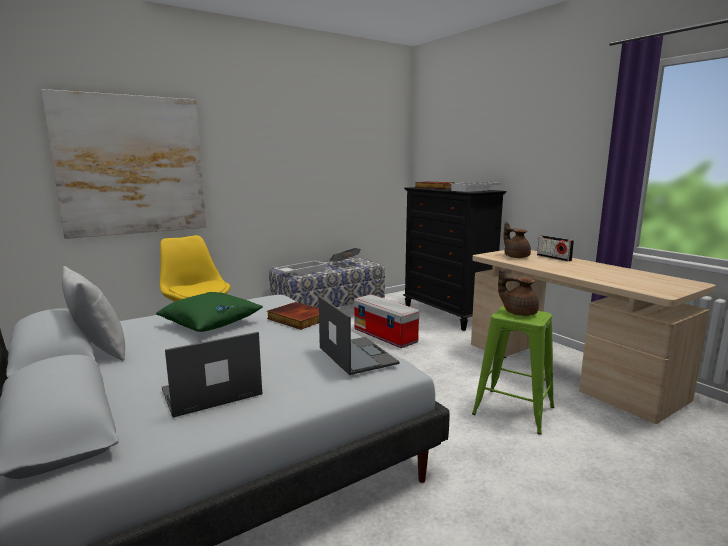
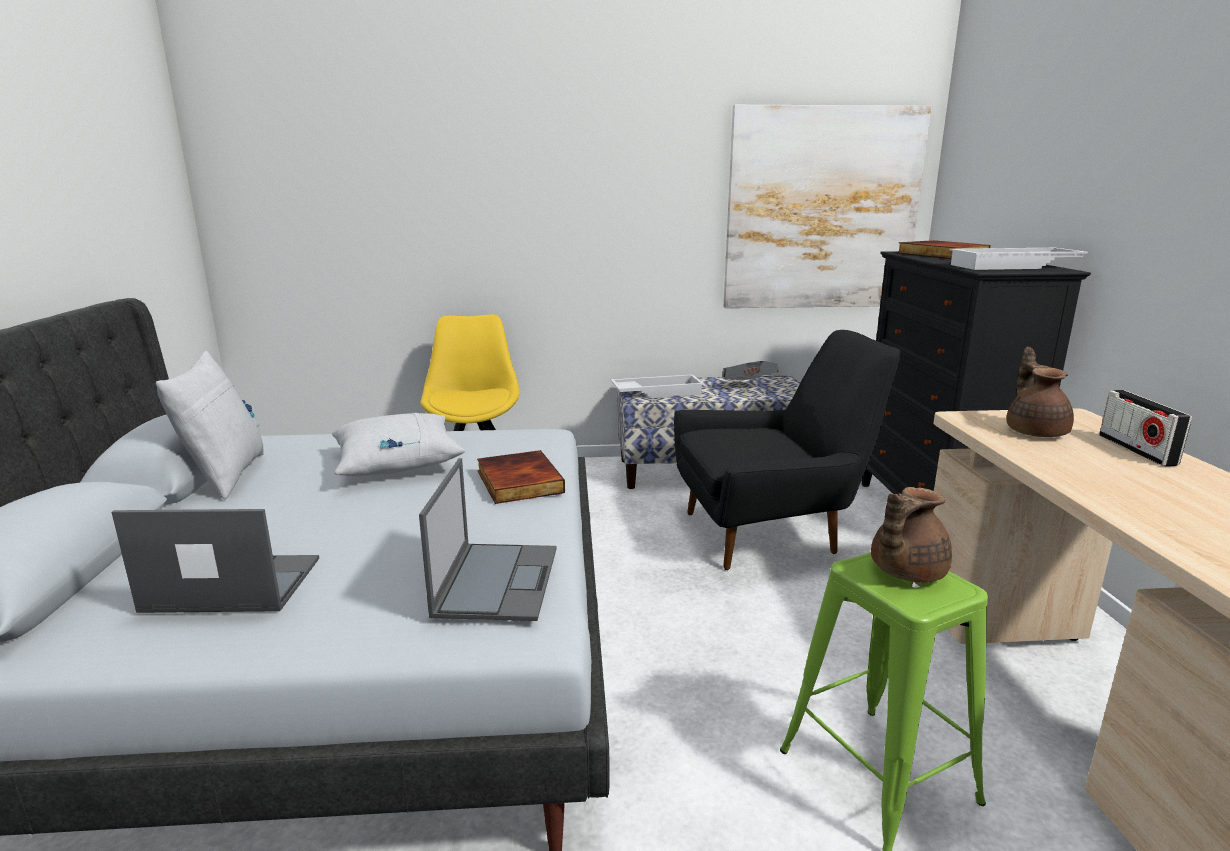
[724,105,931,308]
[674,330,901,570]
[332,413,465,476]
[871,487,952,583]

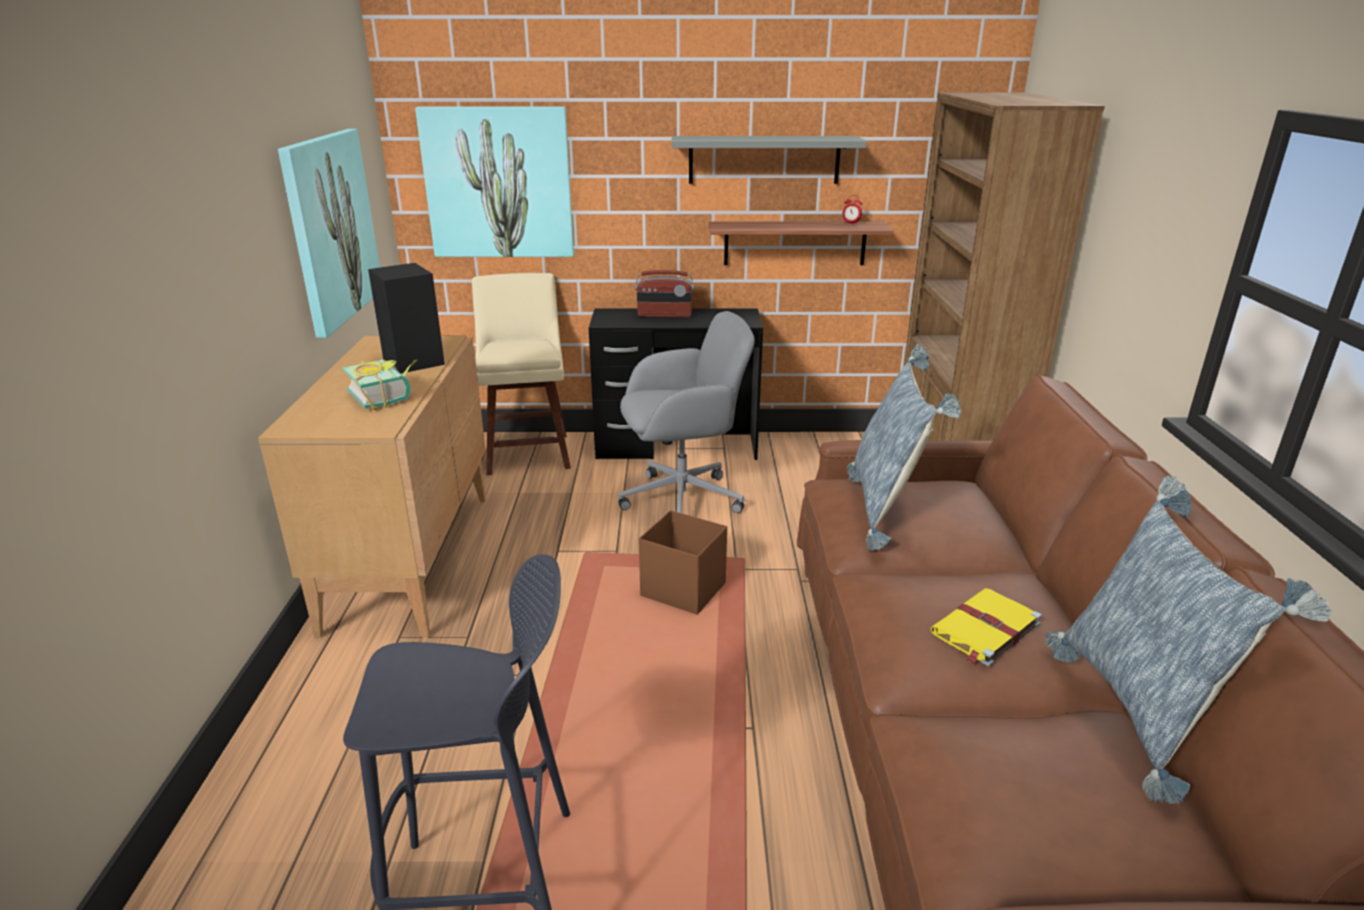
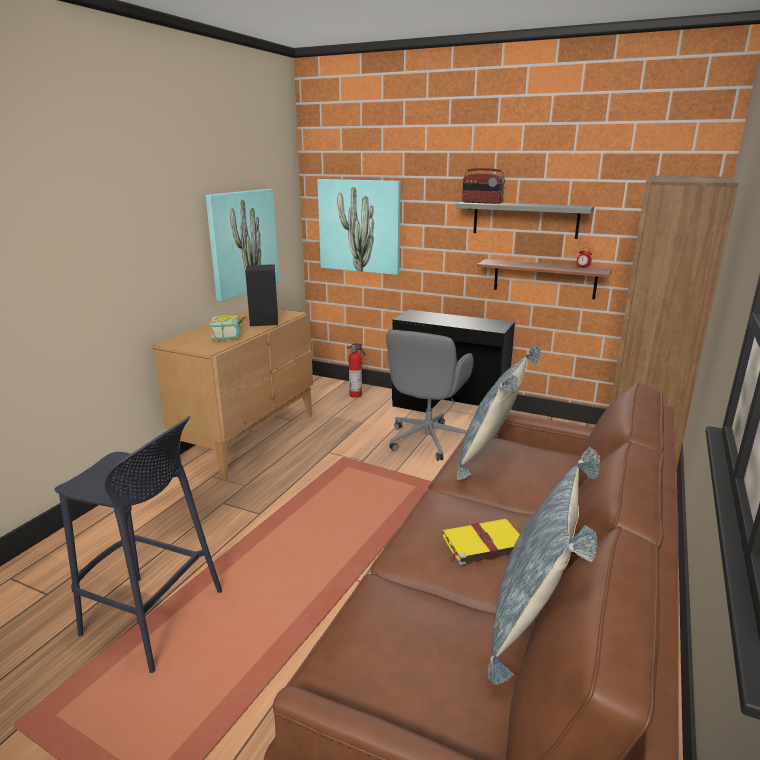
[639,510,727,615] (first image)
[462,168,505,204]
[347,343,365,398]
[386,330,474,461]

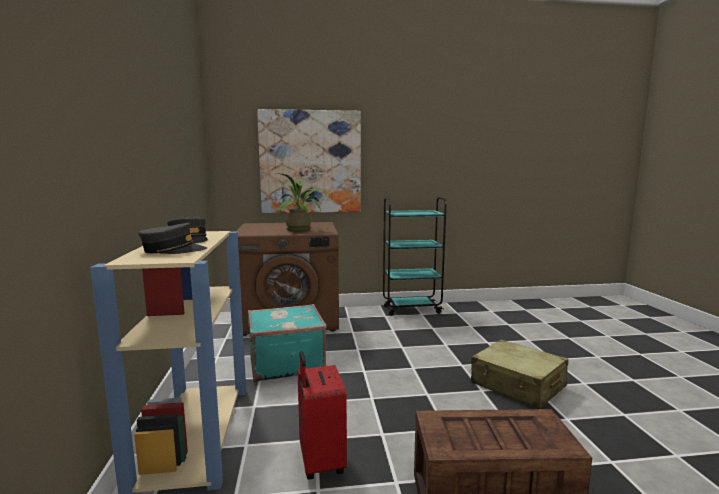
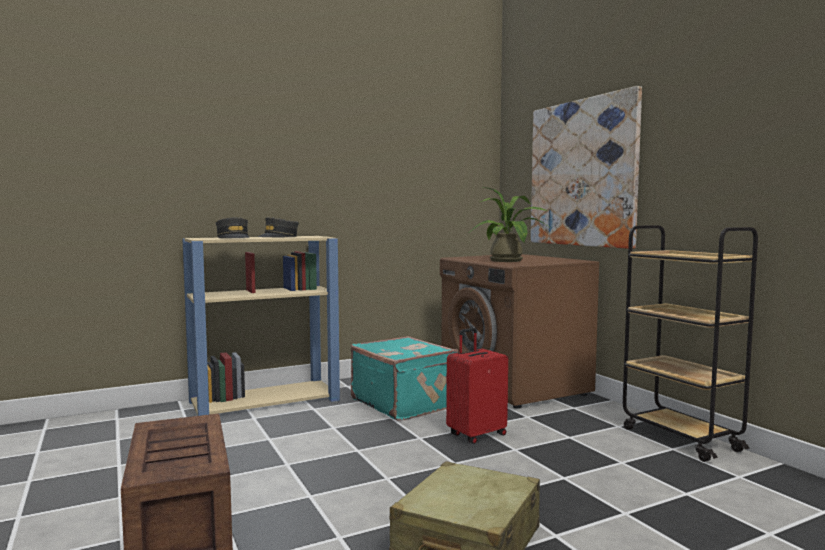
[446,328,508,444]
[623,225,758,462]

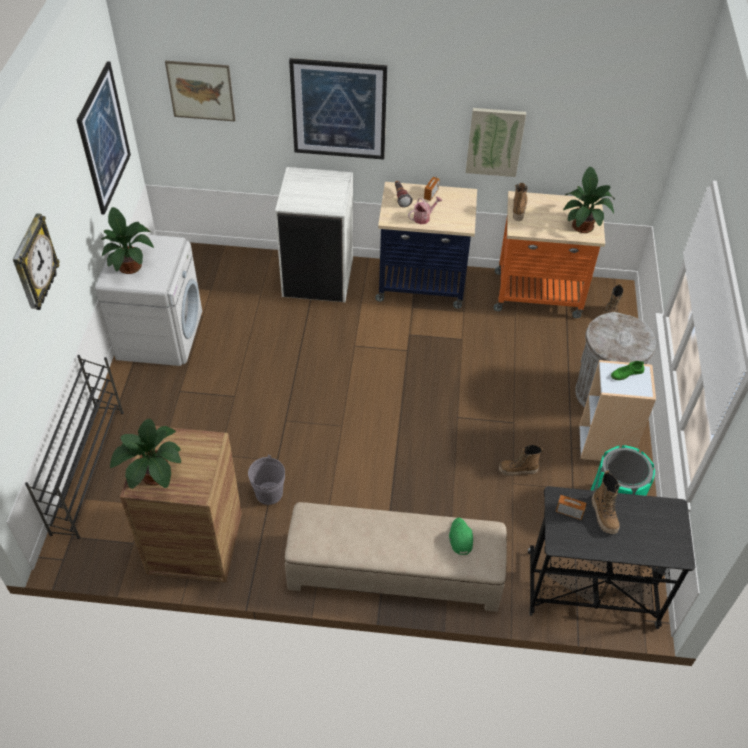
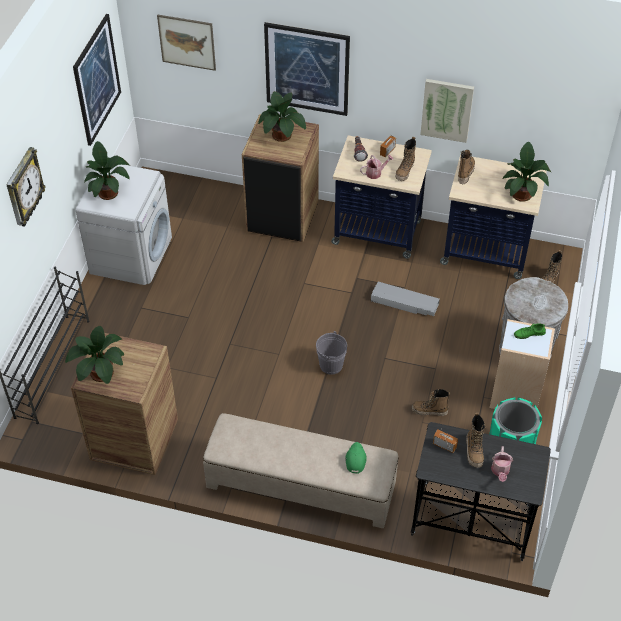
[258,91,306,142]
[371,282,440,316]
[395,137,416,181]
[491,446,513,482]
[316,331,347,374]
[242,114,319,242]
[440,154,547,279]

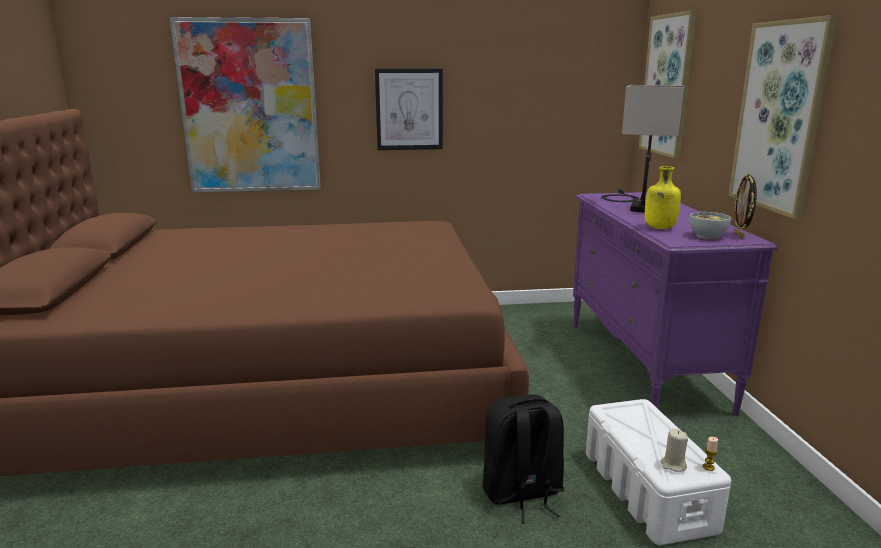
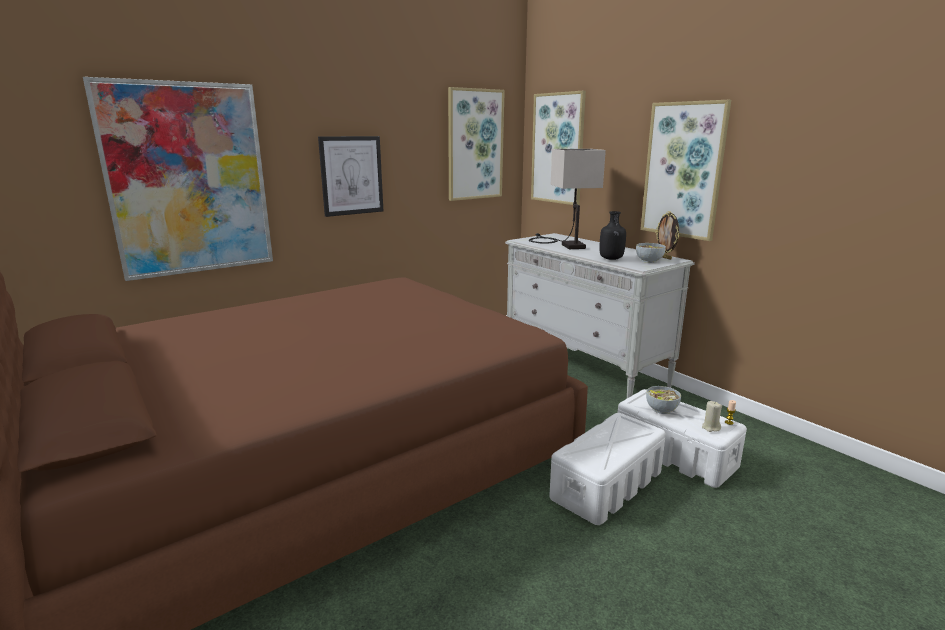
[448,87,505,201]
[646,386,681,414]
[549,413,666,525]
[505,233,695,398]
[599,211,626,260]

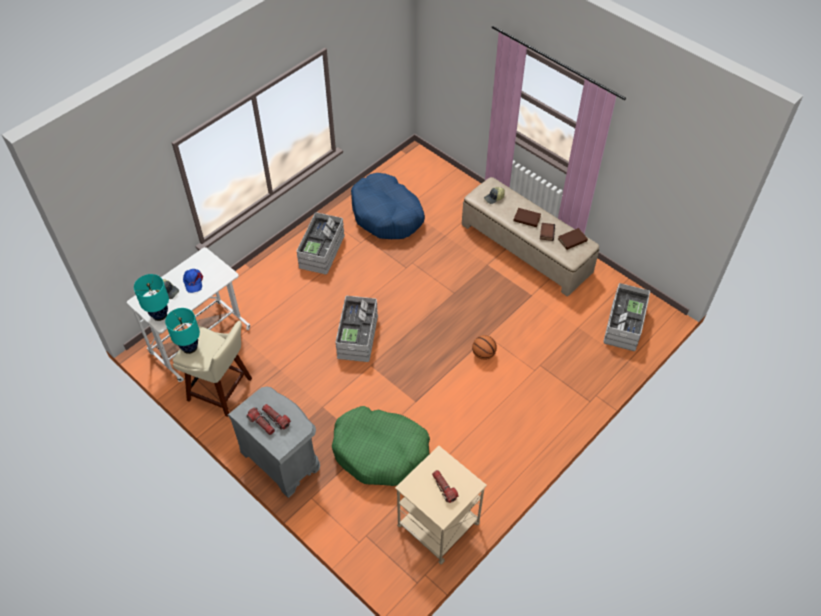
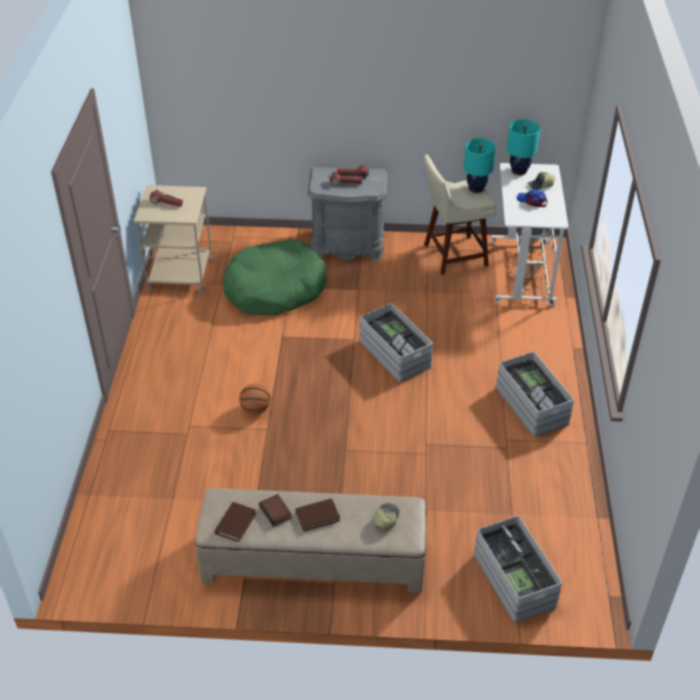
[351,173,425,239] (first image)
[474,516,562,623]

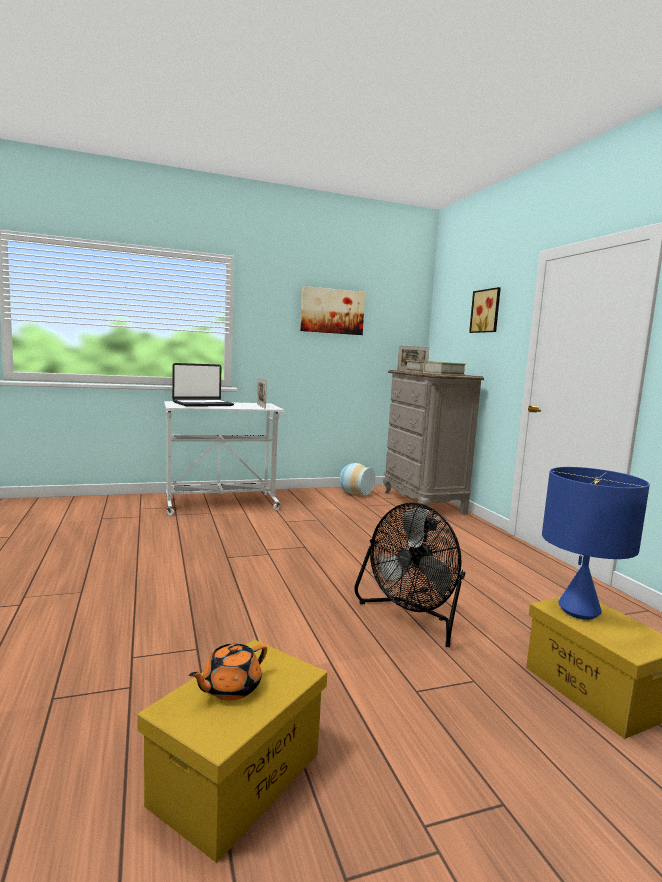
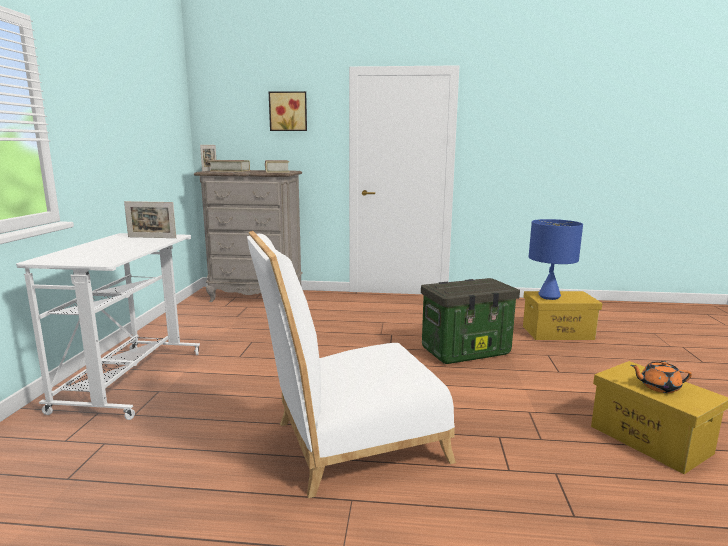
[172,363,234,407] (first image)
[300,286,365,335] (first image)
[339,463,376,495] (first image)
[247,231,456,498]
[421,278,520,364]
[631,361,692,393]

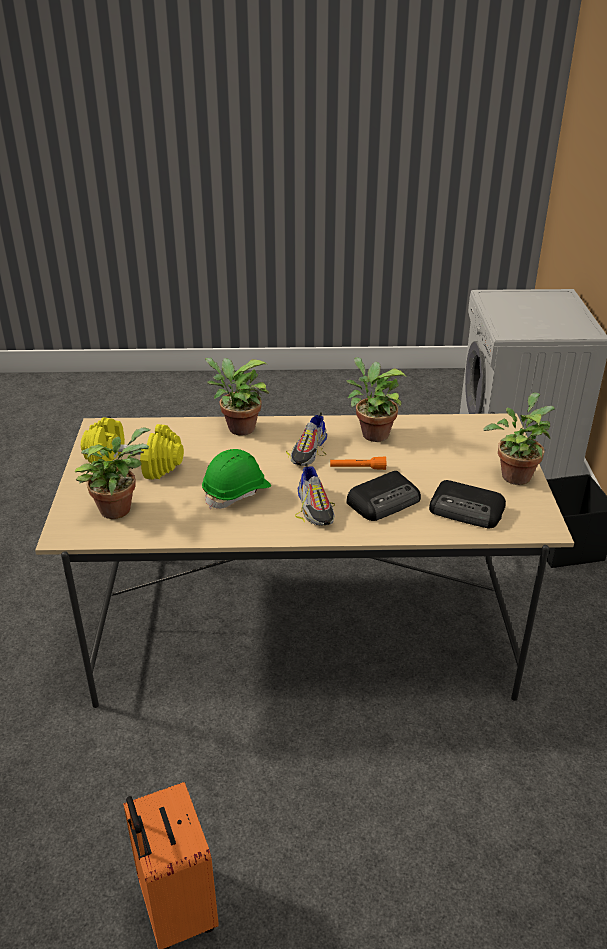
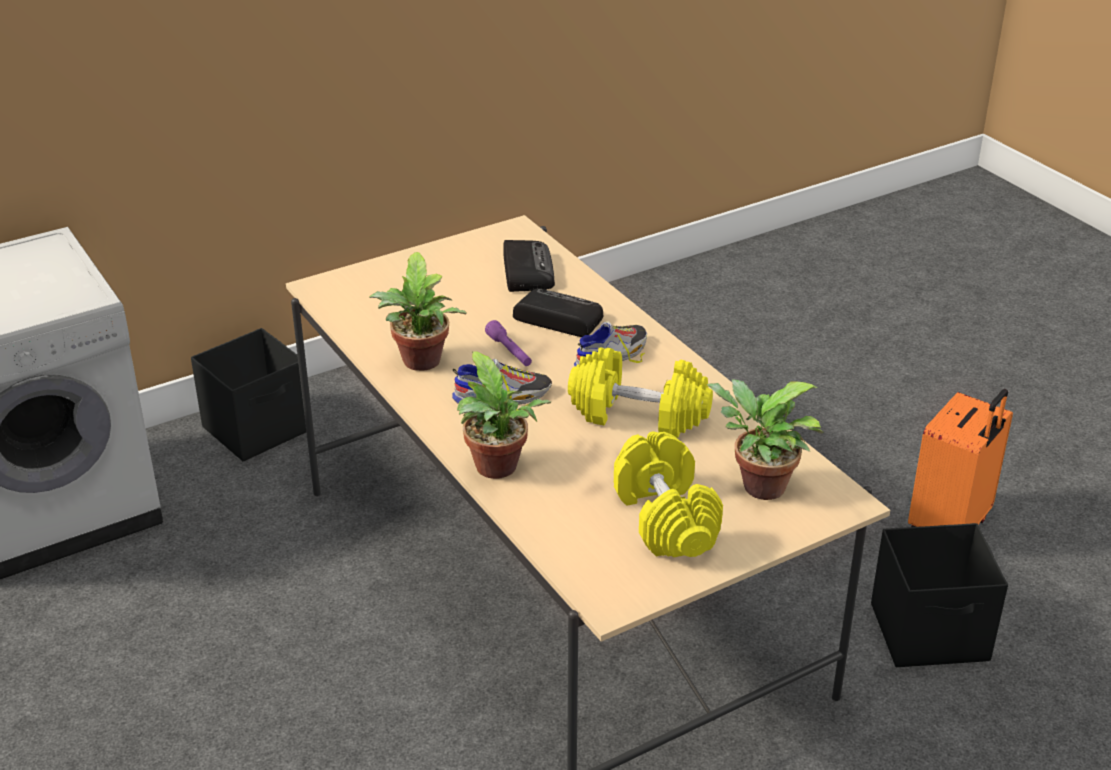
[484,393,555,485] (first image)
[871,523,1008,667]
[568,347,713,438]
[485,320,532,366]

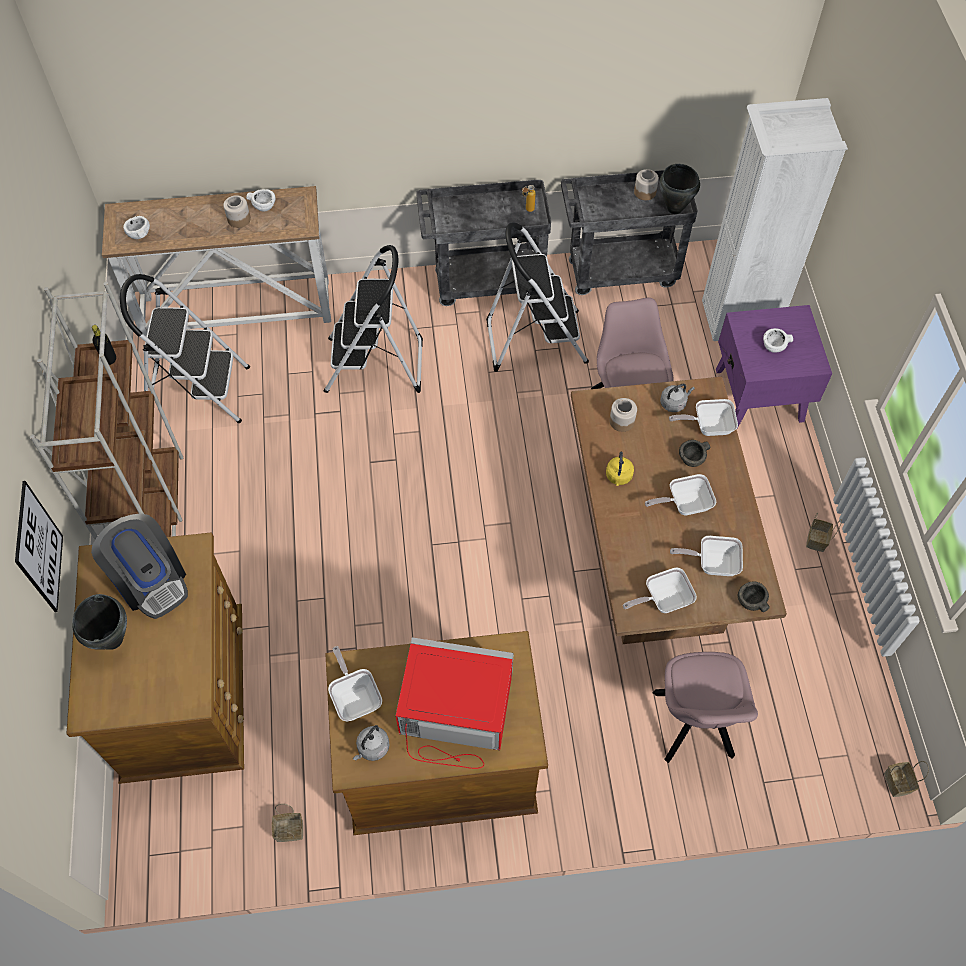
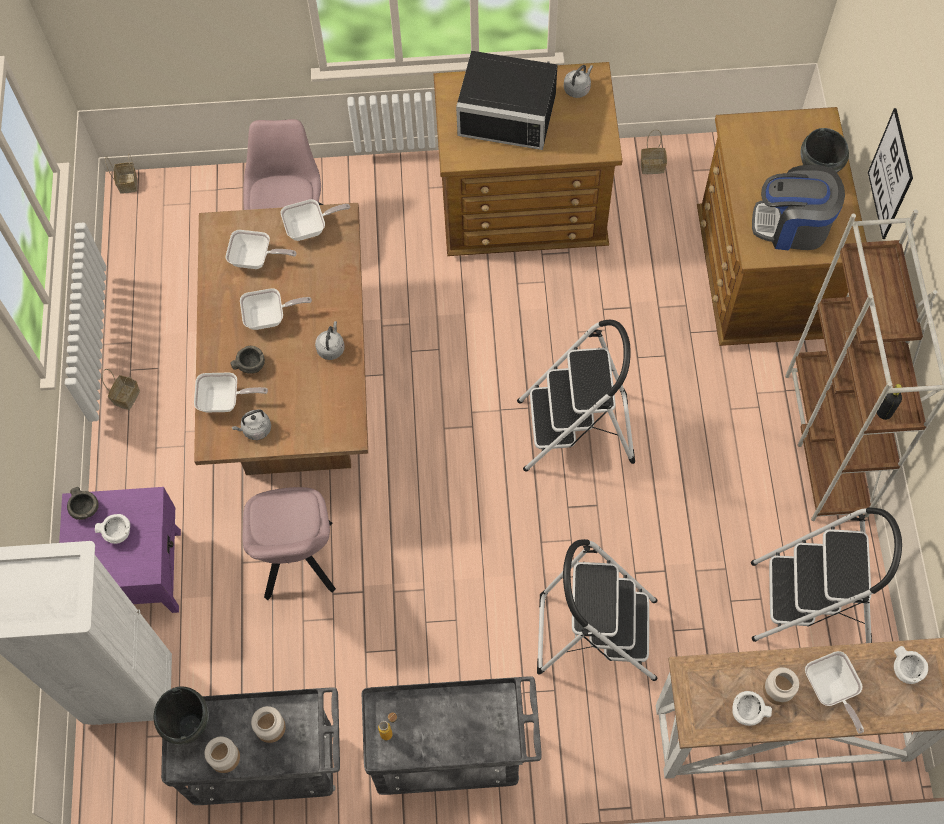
[805,651,864,734]
[517,320,635,472]
[251,706,286,743]
[67,487,99,520]
[456,51,557,150]
[315,321,345,360]
[752,165,845,250]

